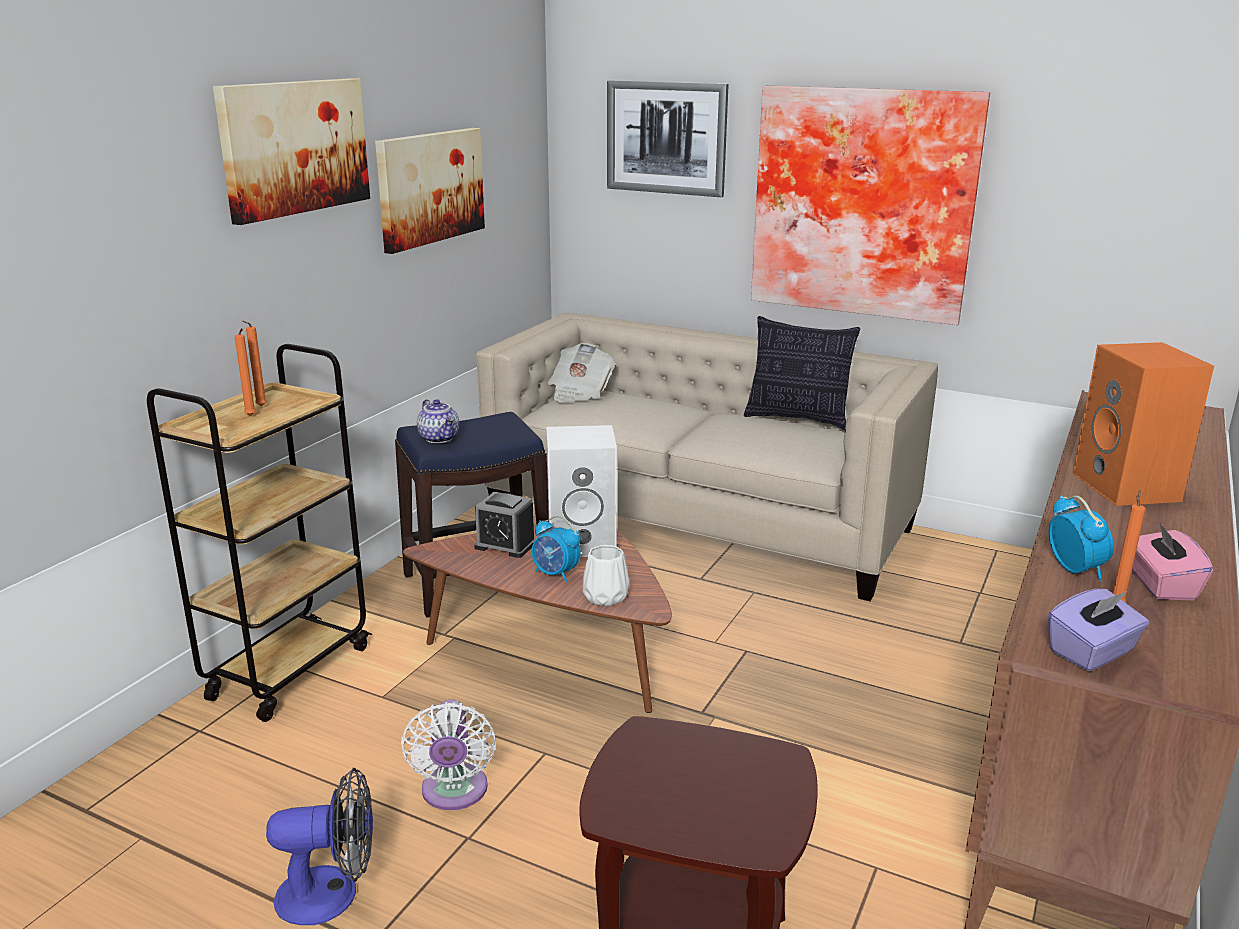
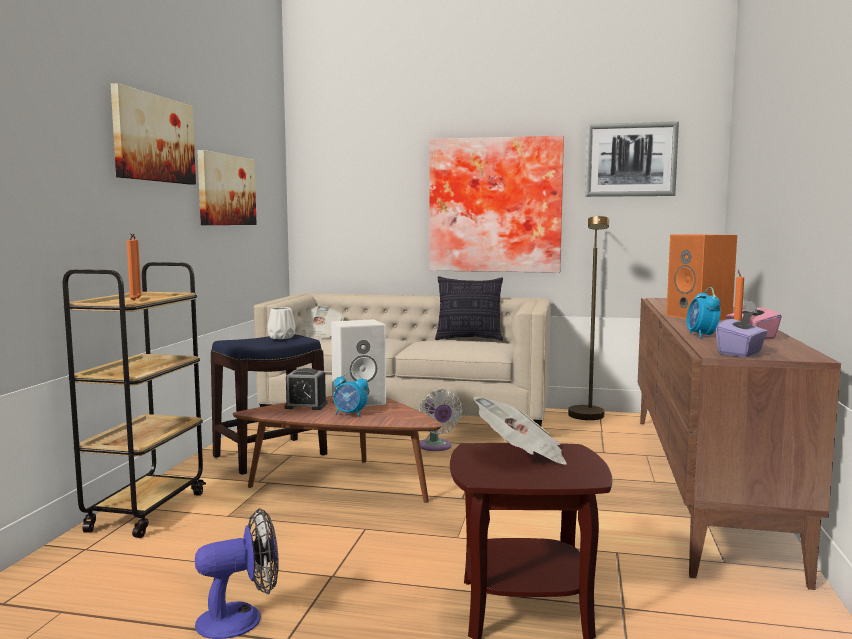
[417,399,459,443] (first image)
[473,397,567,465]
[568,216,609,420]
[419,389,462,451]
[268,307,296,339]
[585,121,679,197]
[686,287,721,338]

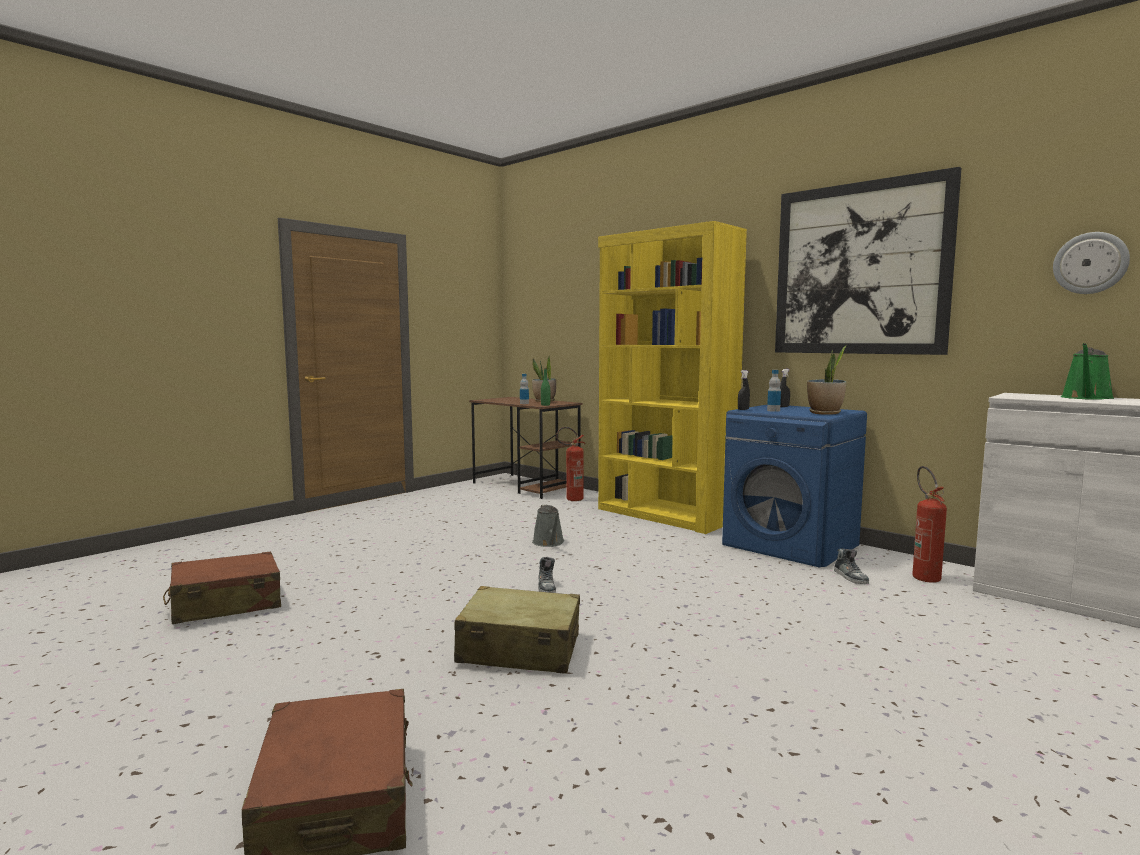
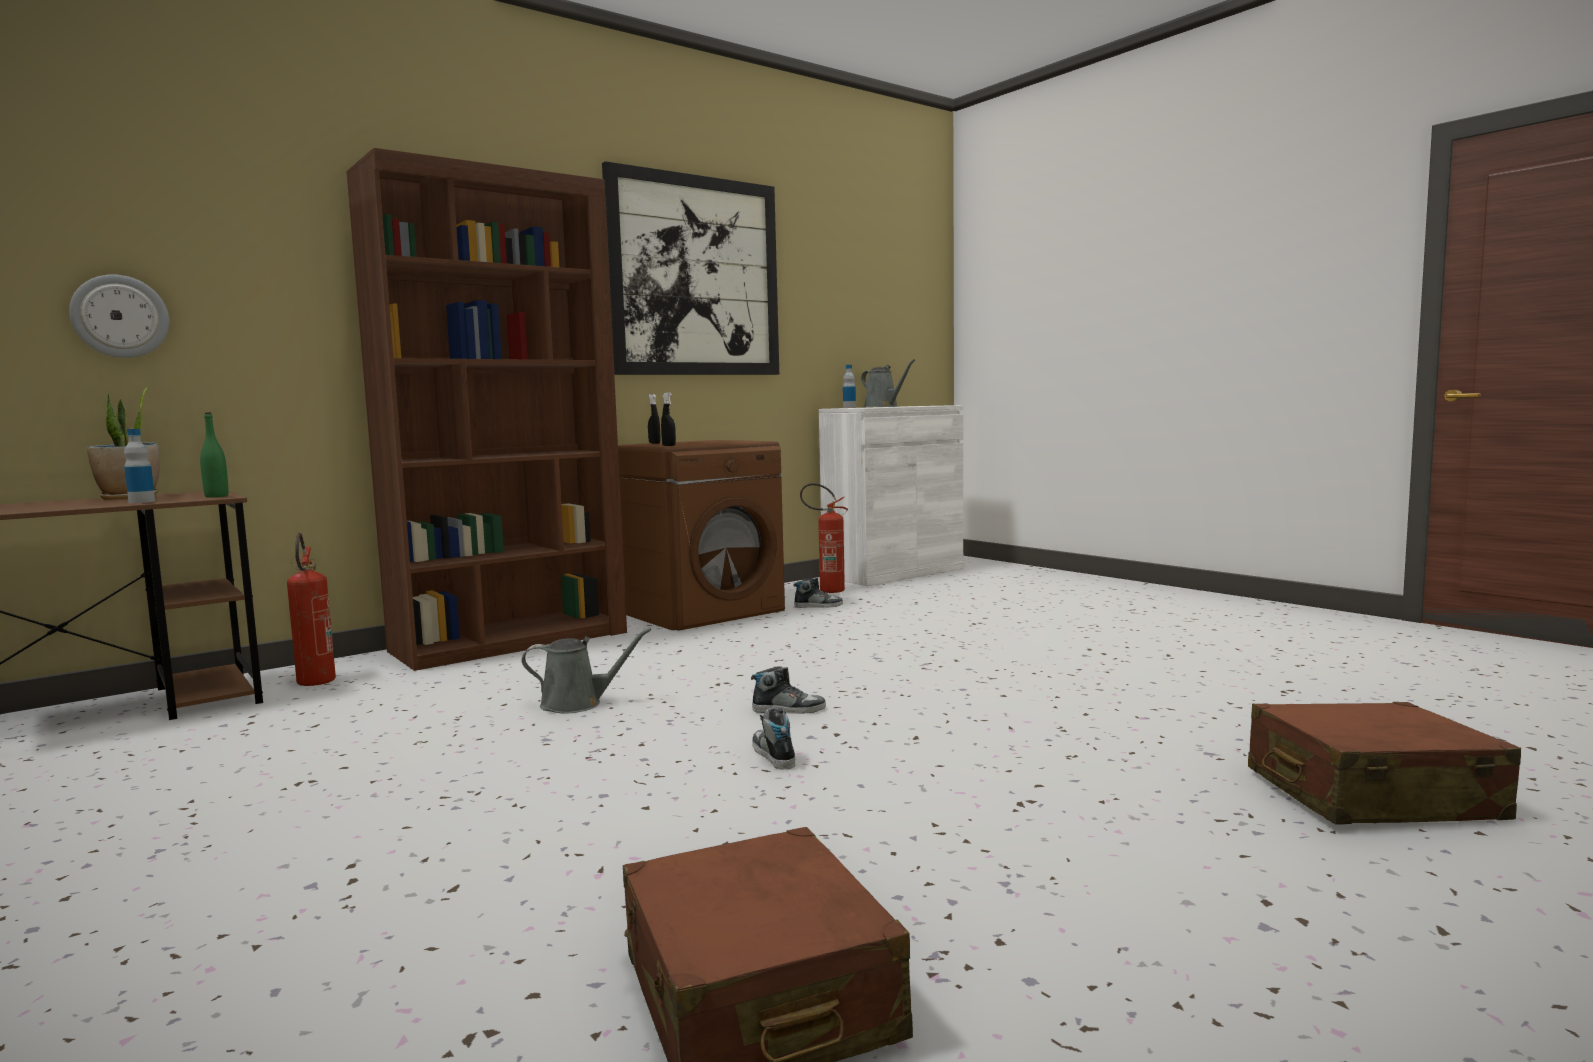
[454,586,580,674] (first image)
[807,345,847,415] (first image)
[752,707,795,770]
[843,365,856,408]
[69,275,169,358]
[346,148,627,671]
[618,440,785,631]
[861,359,915,407]

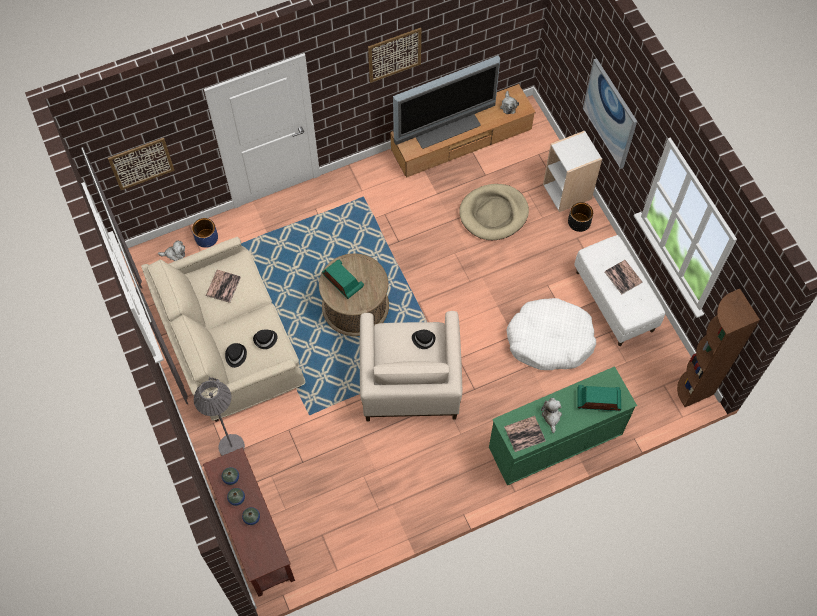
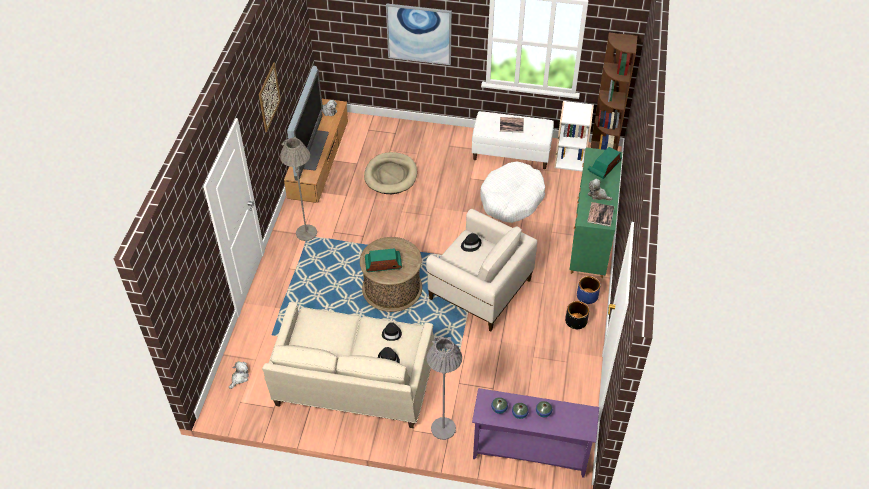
[108,138,175,190] (first image)
[206,270,241,303] (first image)
[280,137,317,241]
[577,276,600,304]
[554,101,594,172]
[565,301,589,329]
[472,388,599,478]

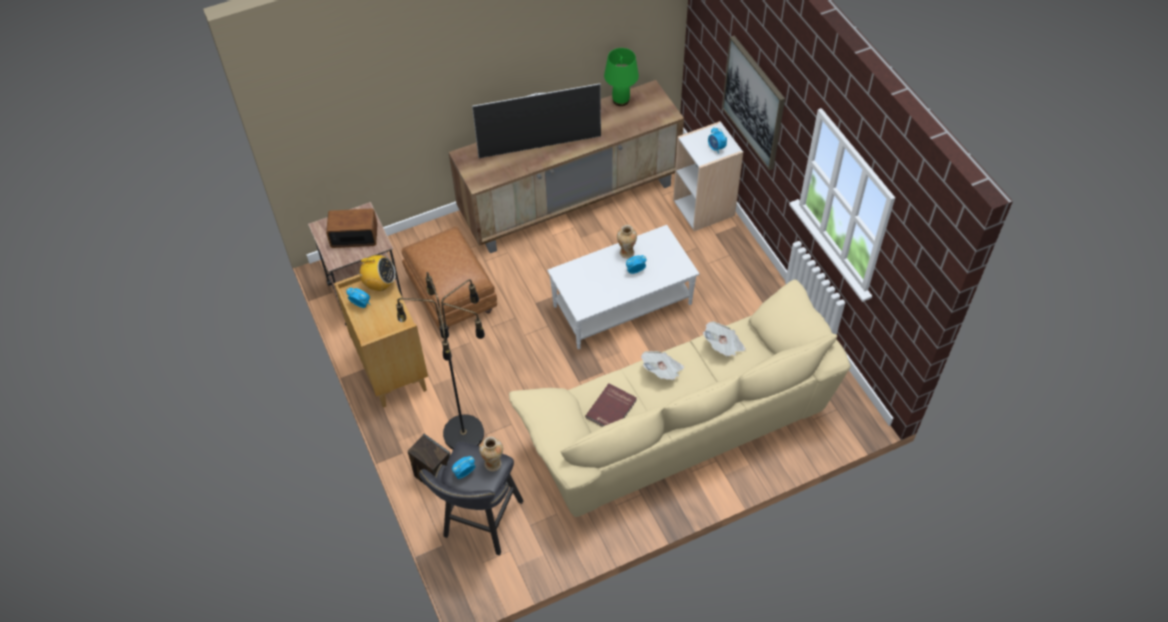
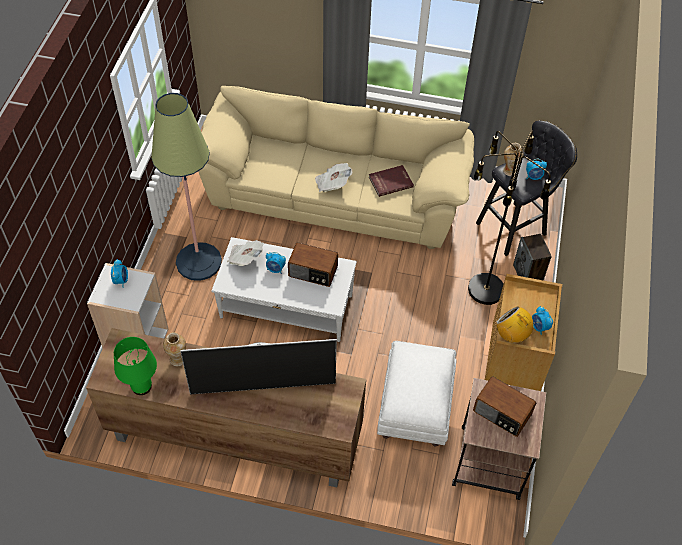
[722,36,785,170] (first image)
[151,93,222,281]
[288,242,338,287]
[163,332,186,366]
[227,240,264,266]
[377,341,456,447]
[180,339,337,395]

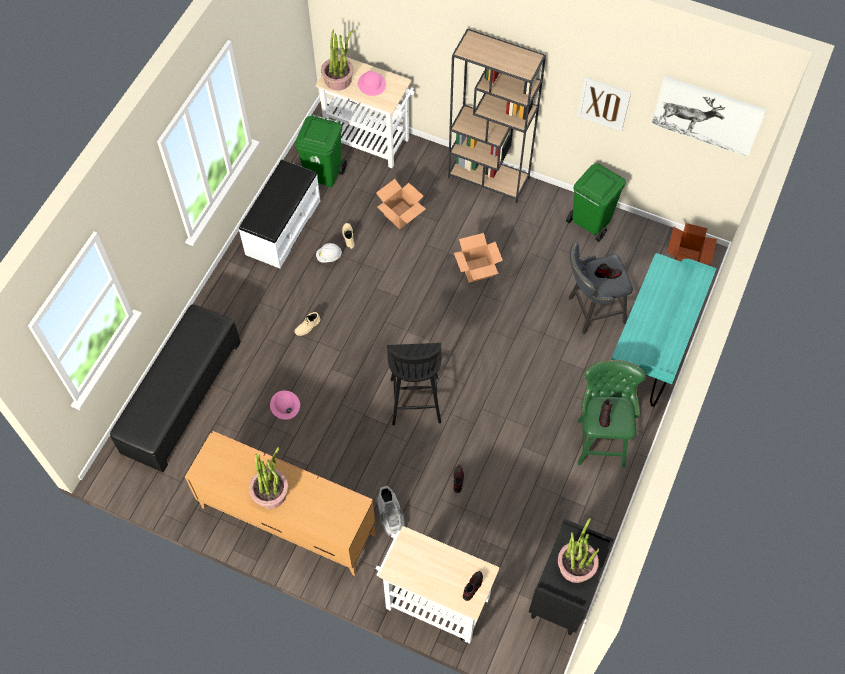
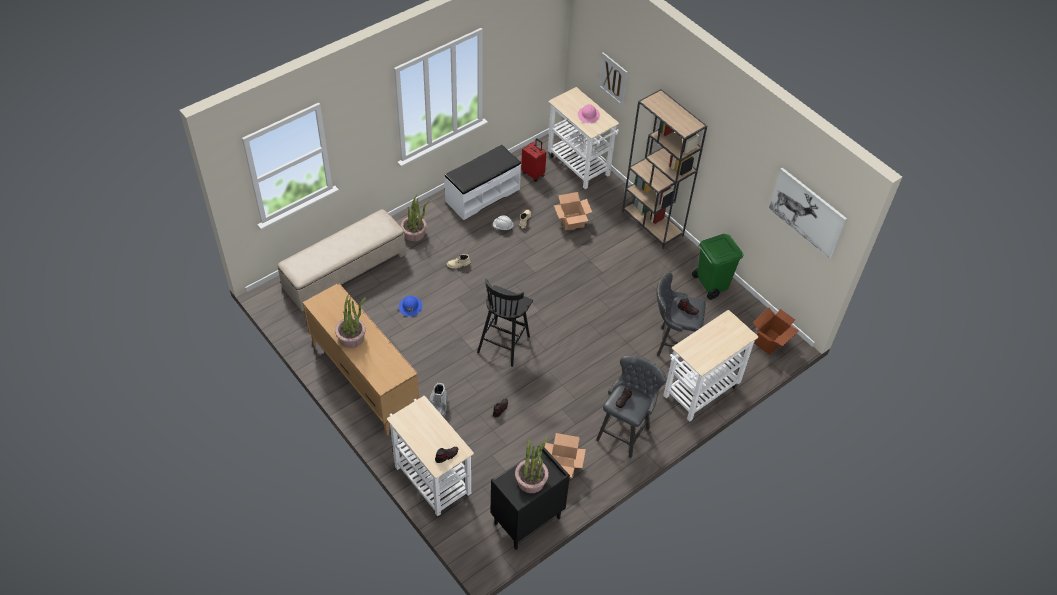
[401,195,430,242]
[545,433,586,479]
[598,52,628,106]
[521,138,546,182]
[663,310,758,422]
[278,209,406,311]
[399,296,422,317]
[596,355,666,458]

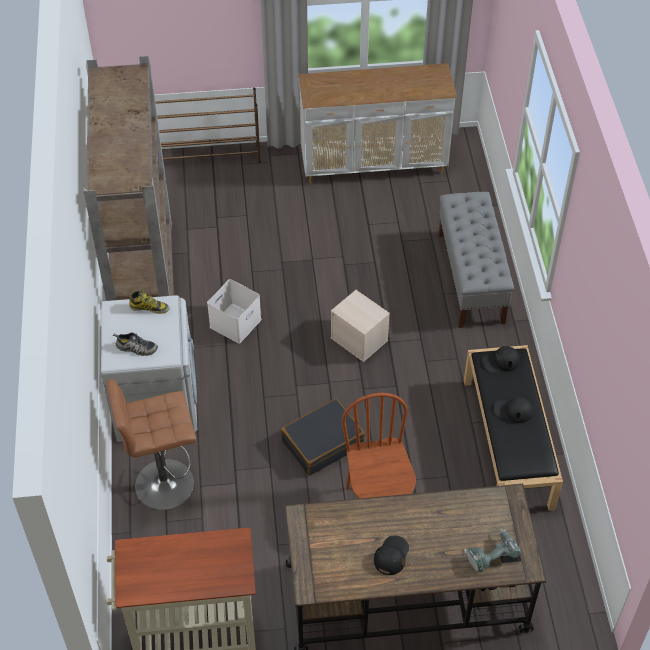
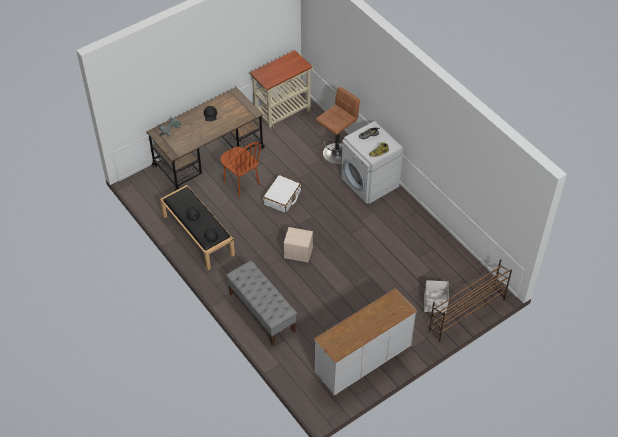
[83,56,174,301] (first image)
[424,280,449,313]
[263,175,301,213]

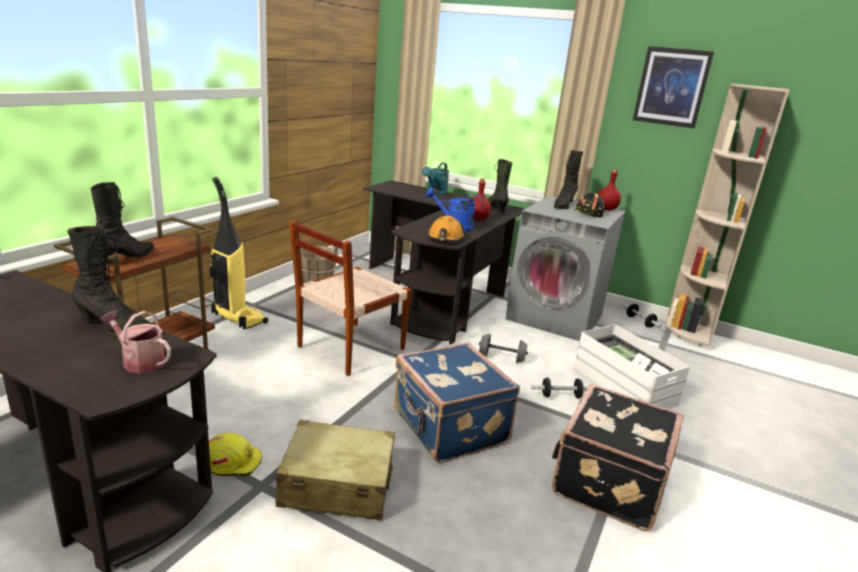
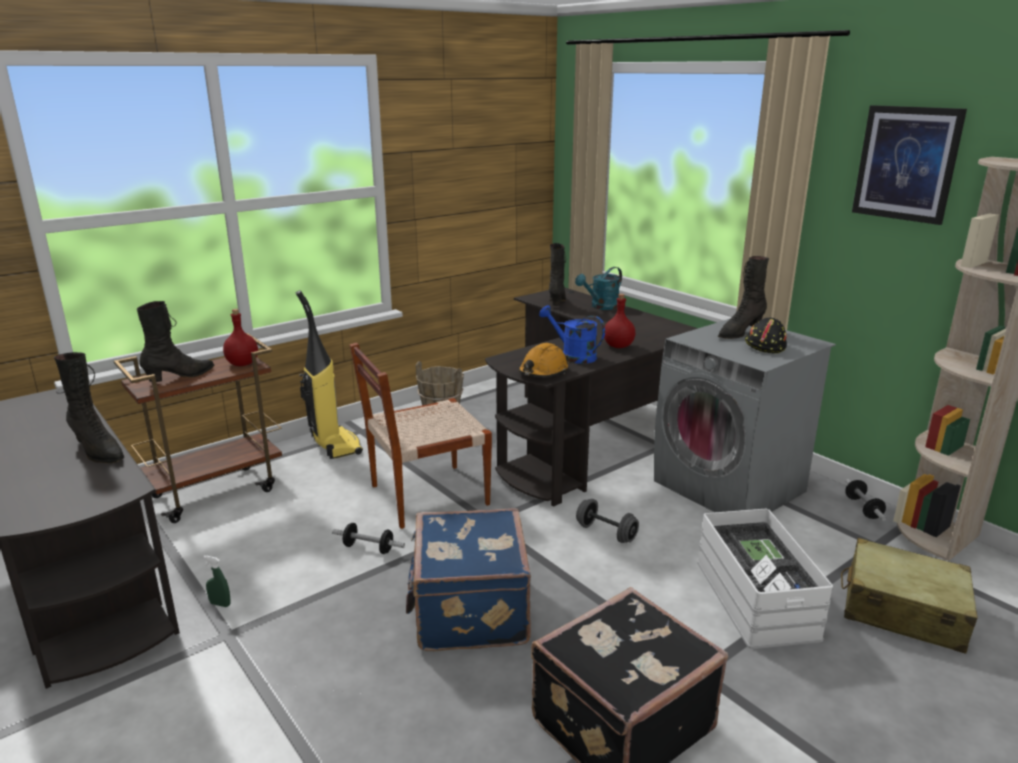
[100,311,171,374] (first image)
[841,538,977,654]
[549,243,566,306]
[332,523,405,554]
[223,309,258,366]
[203,556,230,607]

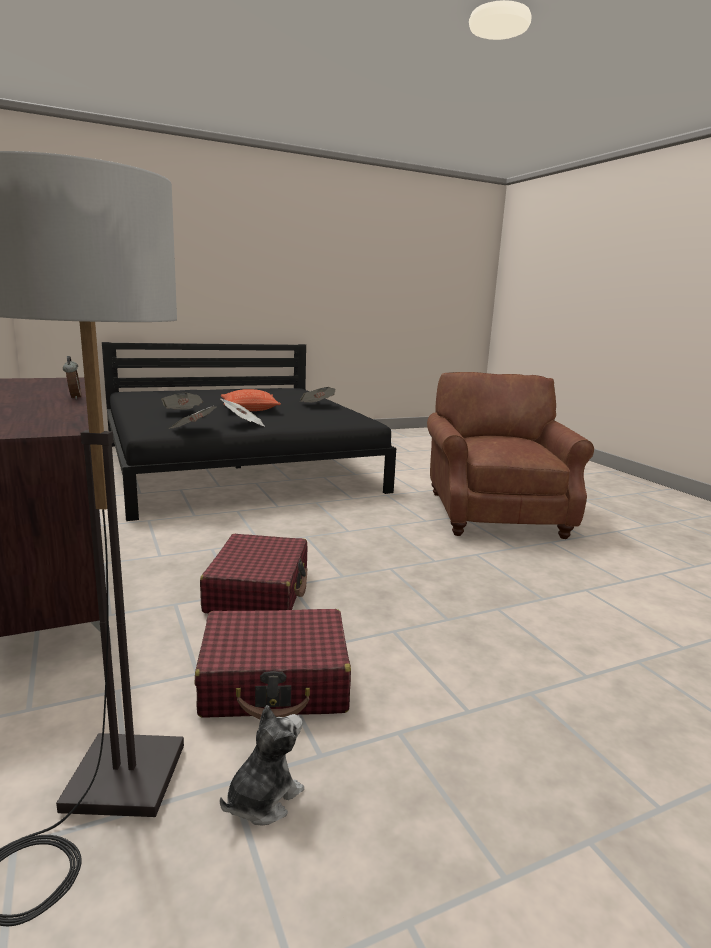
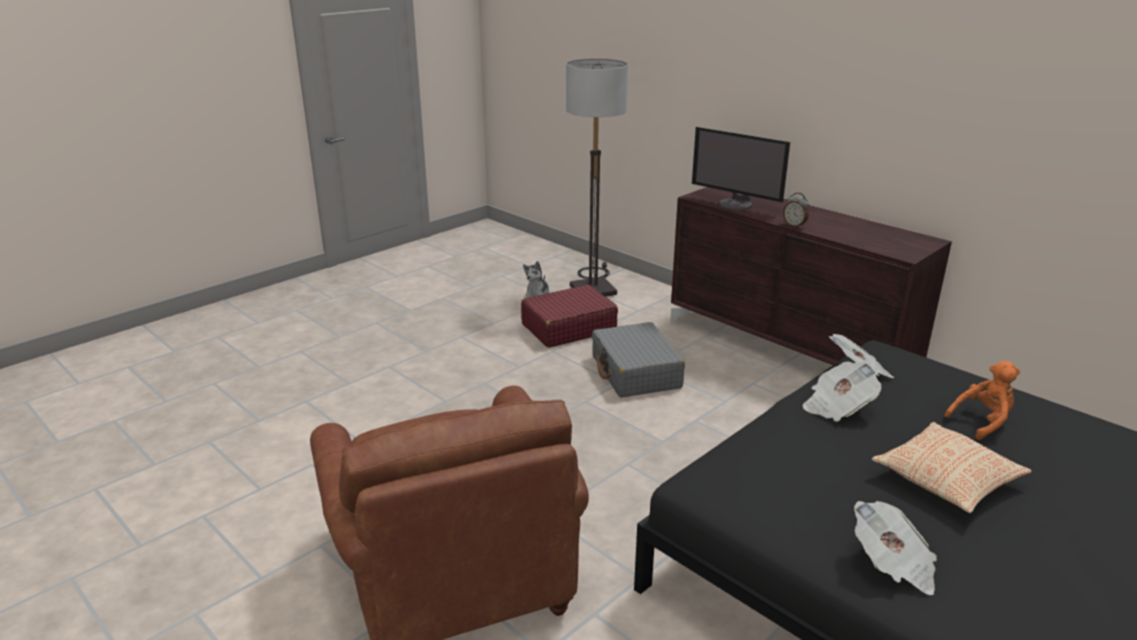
[692,127,790,210]
[944,361,1020,440]
[592,322,685,398]
[872,422,1031,513]

